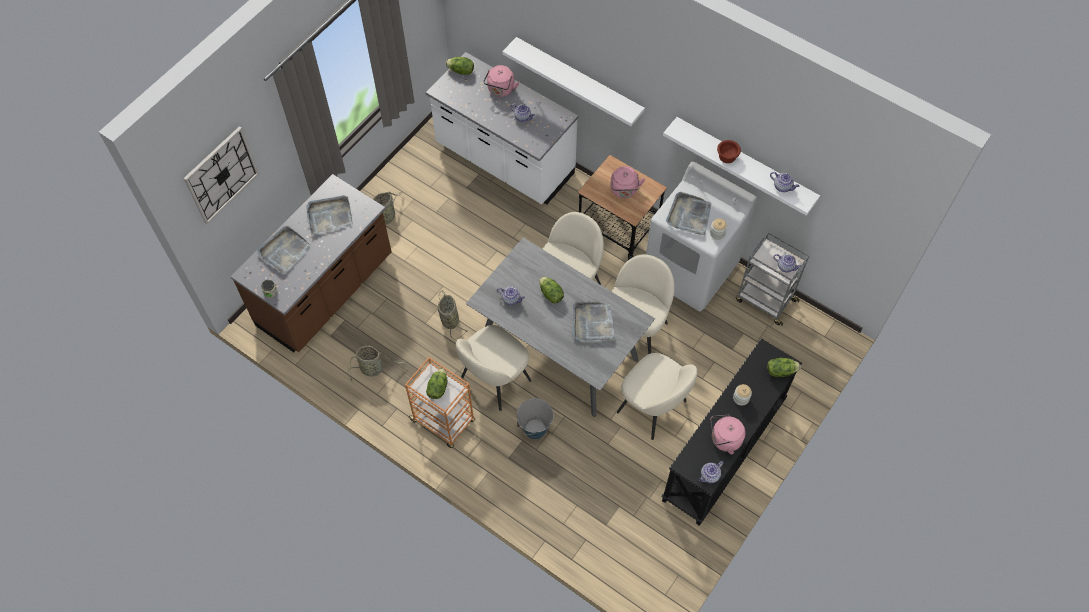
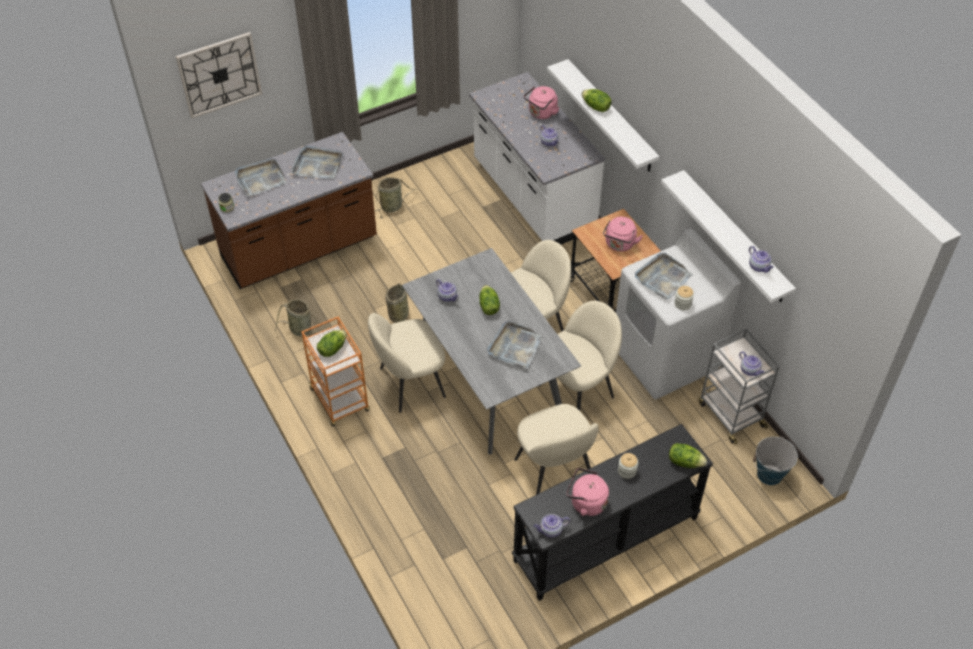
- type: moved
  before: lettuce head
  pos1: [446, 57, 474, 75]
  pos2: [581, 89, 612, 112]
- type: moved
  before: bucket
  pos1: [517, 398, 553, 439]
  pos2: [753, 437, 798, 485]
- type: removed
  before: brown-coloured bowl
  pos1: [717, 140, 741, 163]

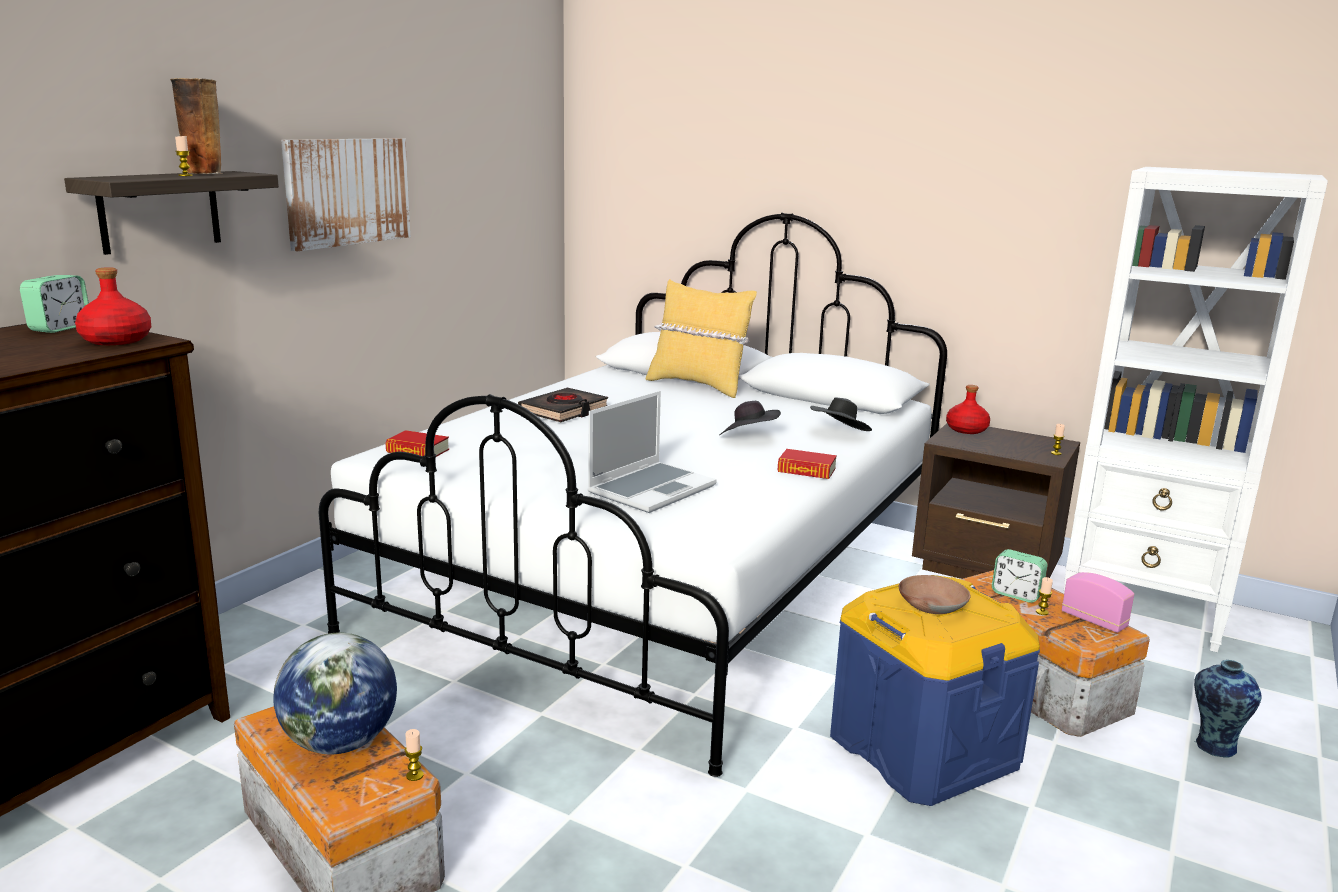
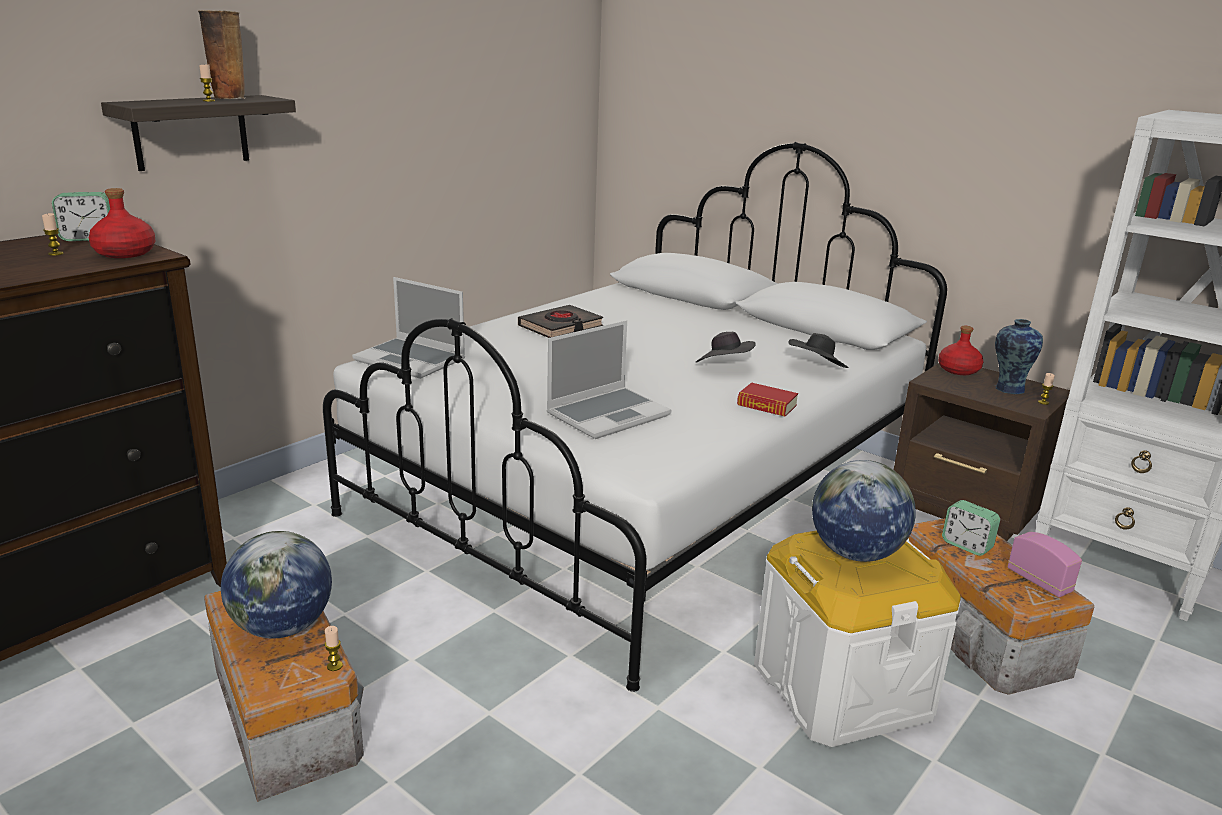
- type: moved
  before: candle
  pos1: [1036, 577, 1053, 615]
  pos2: [42, 213, 64, 256]
- type: turned
  before: bedside clock
  pos1: [20, 275, 89, 333]
  pos2: [52, 192, 110, 241]
  turn: 45
- type: replaced
  before: book
  after: portable computer
  pos1: [385, 430, 449, 457]
  pos2: [352, 277, 465, 379]
- type: recoloured
  before: blue-coloured storage bin
  after: white-coloured storage bin
  pos1: [830, 575, 1040, 806]
  pos2: [754, 530, 961, 747]
- type: replaced
  before: brown-coloured bowl
  after: globe
  pos1: [899, 575, 970, 614]
  pos2: [812, 460, 916, 562]
- type: moved
  before: vase
  pos1: [1194, 660, 1262, 758]
  pos2: [995, 319, 1043, 394]
- type: removed
  before: picture
  pos1: [281, 138, 410, 251]
- type: removed
  before: yellow-coloured pillow
  pos1: [646, 279, 757, 398]

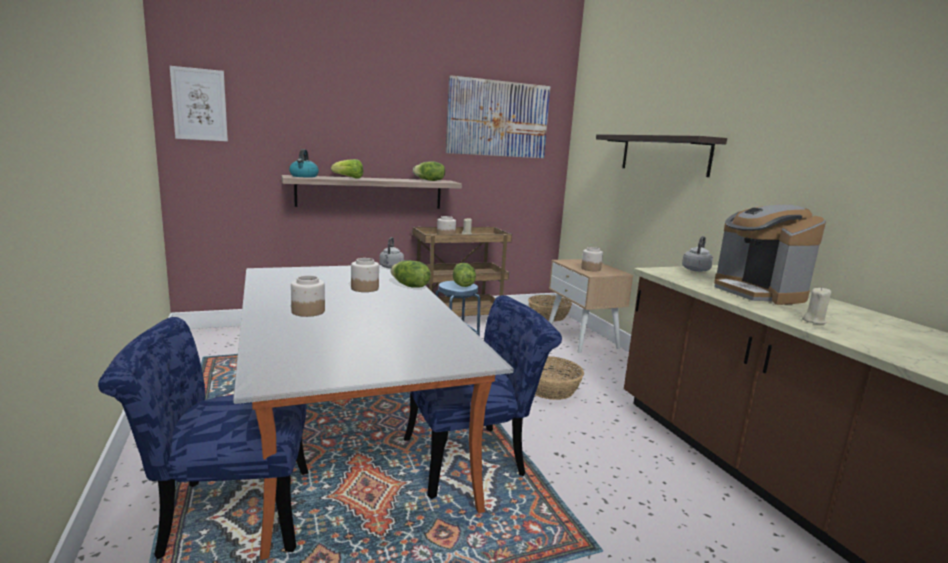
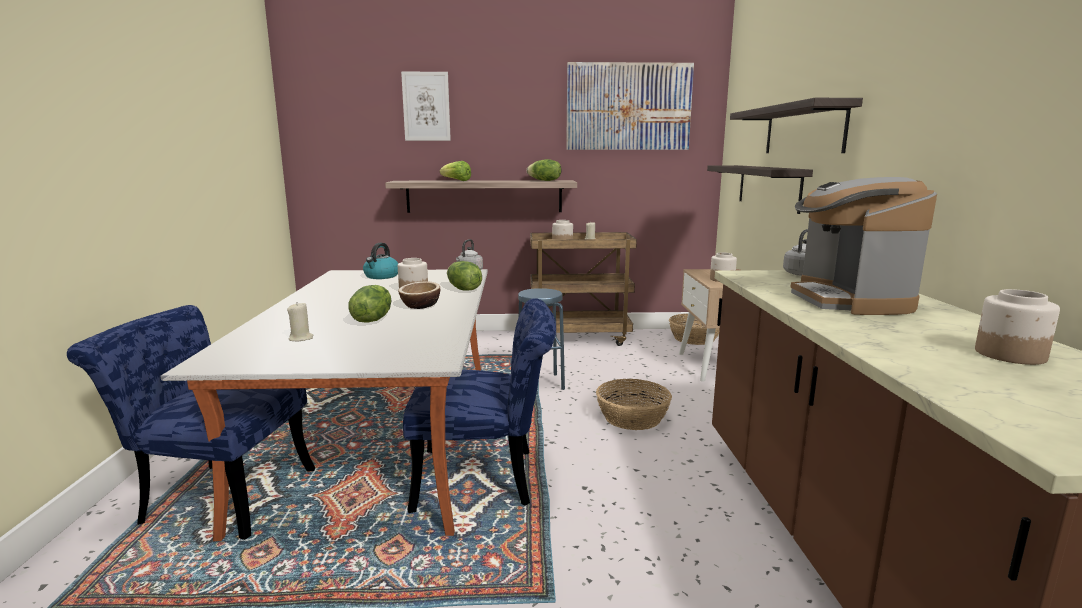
- type: moved
  before: sand-coloured candle
  pos1: [802, 287, 831, 324]
  pos2: [287, 303, 313, 341]
- type: moved
  before: lettuce head
  pos1: [453, 263, 476, 287]
  pos2: [348, 285, 391, 322]
- type: moved
  before: tea kettle
  pos1: [289, 149, 319, 177]
  pos2: [363, 243, 398, 279]
- type: added
  after: bowl
  pos2: [398, 281, 440, 309]
- type: moved
  before: picture
  pos1: [170, 66, 228, 141]
  pos2: [401, 72, 451, 141]
- type: added
  after: shelf
  pos2: [707, 165, 813, 214]
- type: moved
  before: jar
  pos1: [291, 275, 325, 317]
  pos2: [975, 289, 1060, 365]

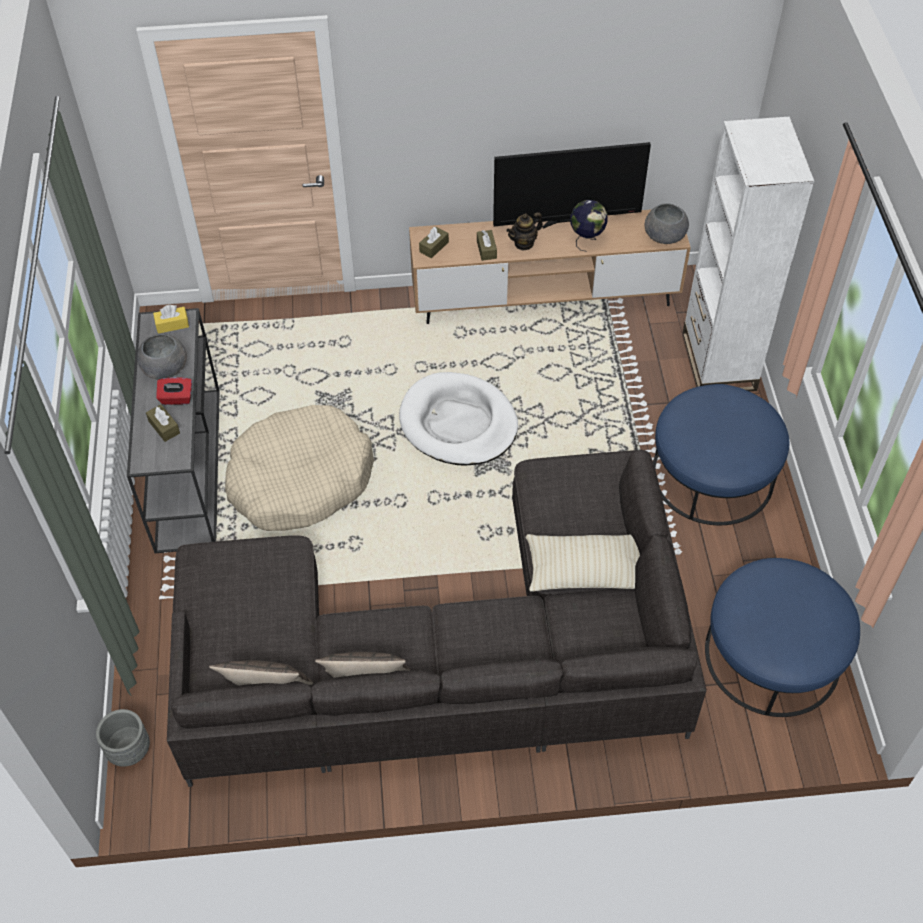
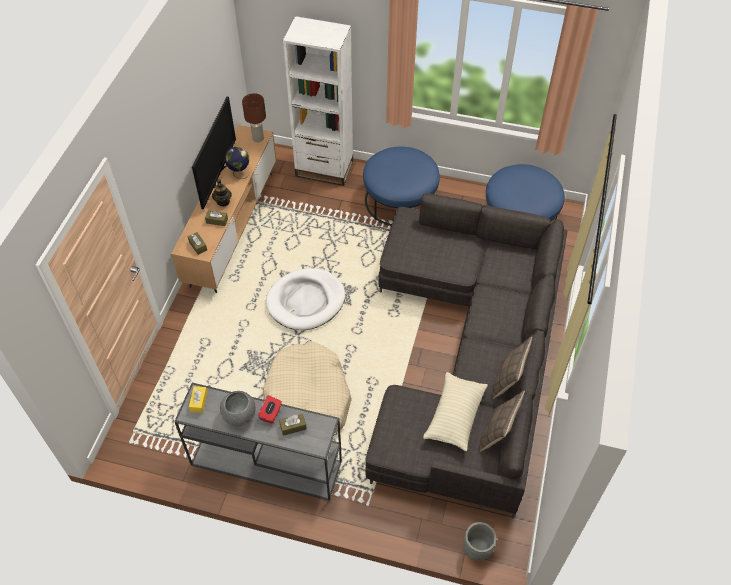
- type: replaced
  before: greyish bowl
  after: brown-coloured tabletop lamp
  pos1: [645, 203, 689, 244]
  pos2: [242, 93, 266, 142]
- type: moved
  before: sand-coloured pillow
  pos1: [525, 534, 640, 591]
  pos2: [423, 372, 488, 451]

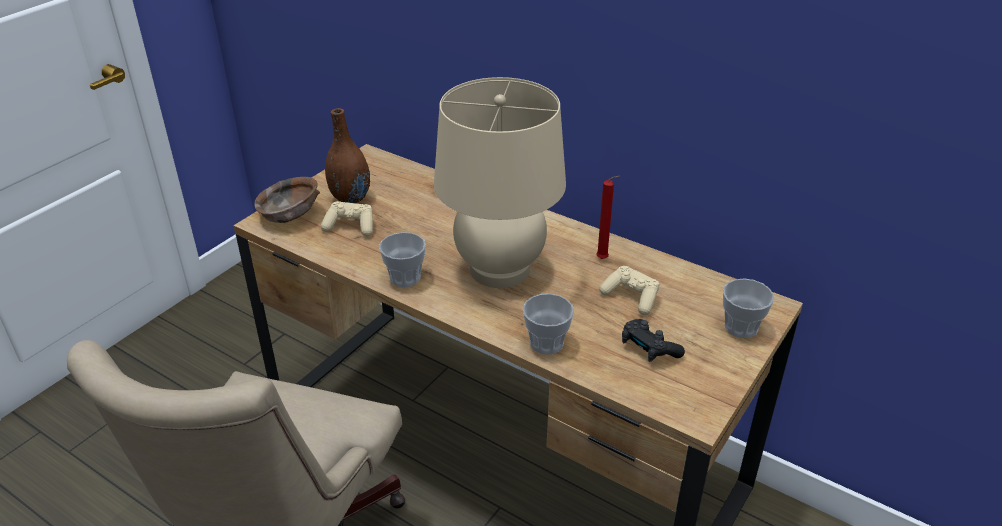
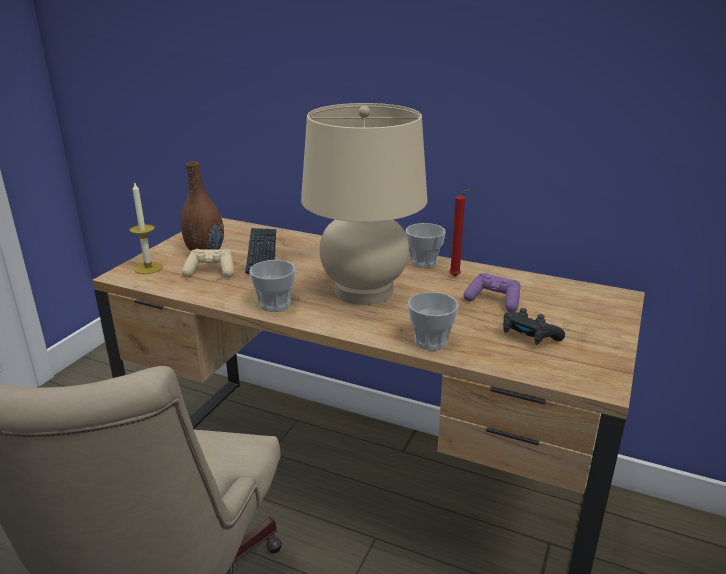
- type: replaced
  before: brown-coloured bowl
  after: candle
  pos1: [254, 177, 320, 223]
  pos2: [130, 181, 163, 274]
- type: added
  after: computer keyboard
  pos2: [245, 228, 276, 274]
- type: moved
  before: cup
  pos1: [723, 278, 774, 338]
  pos2: [406, 223, 446, 268]
- type: recoloured
  before: sand-coloured gamepad
  after: purple-coloured gamepad
  pos1: [599, 266, 660, 315]
  pos2: [463, 273, 521, 312]

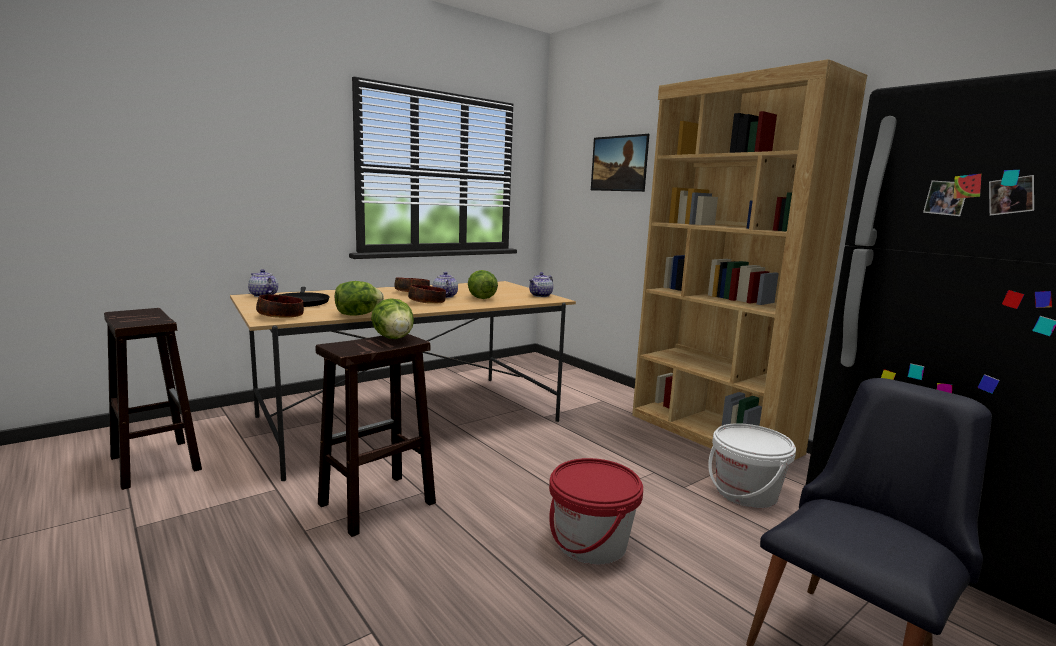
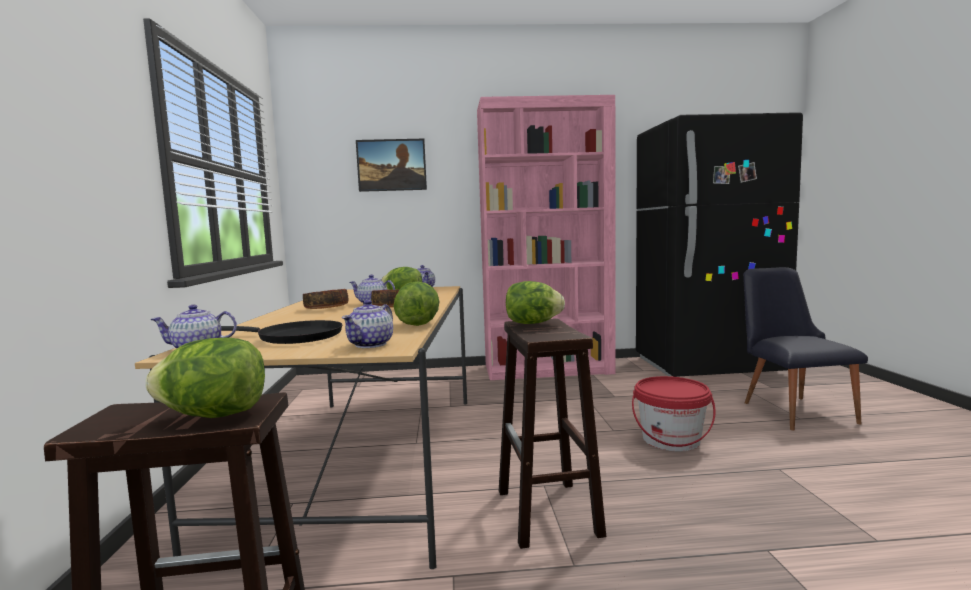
- type: added
  after: lettuce head
  pos2: [145, 337, 265, 418]
- type: replaced
  before: bowl
  after: pot for tea
  pos1: [256, 294, 304, 318]
  pos2: [342, 300, 393, 348]
- type: recoloured
  before: brown-coloured shelving unit
  after: pink-coloured shelving unit
  pos1: [632, 59, 867, 460]
  pos2: [477, 95, 616, 380]
- type: removed
  before: white-coloured bucket
  pos1: [708, 423, 796, 508]

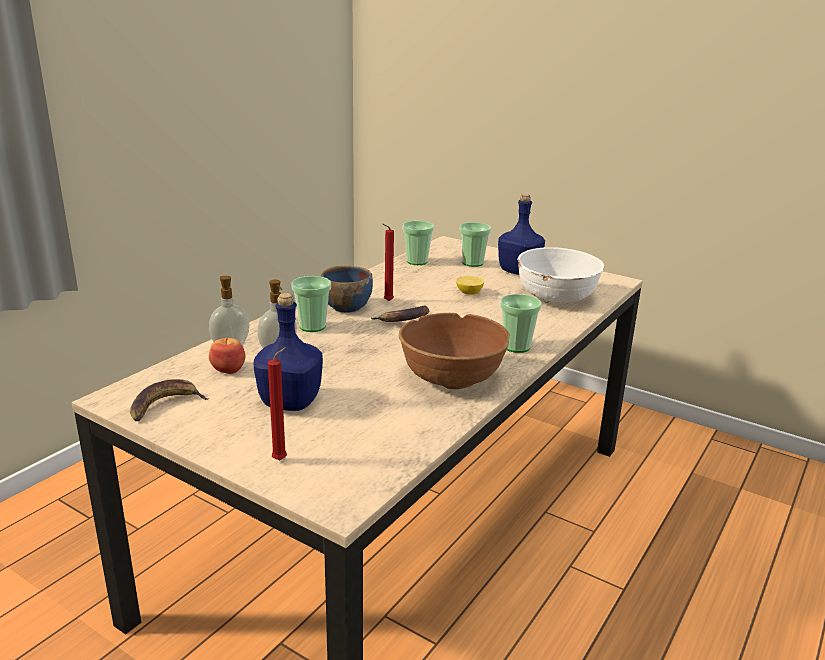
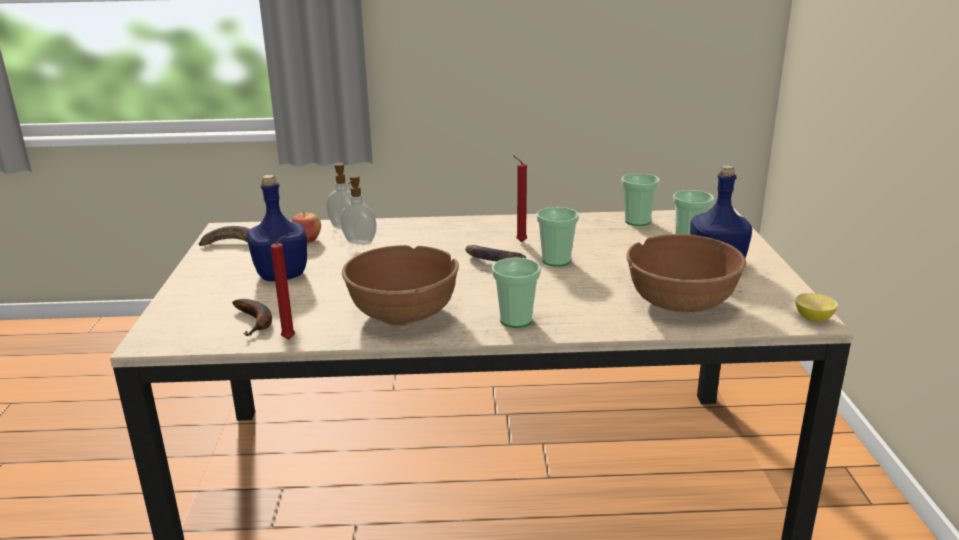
- type: added
  after: banana fruit
  pos2: [232, 299, 272, 336]
- type: moved
  before: reddish candle
  pos1: [268, 347, 287, 460]
  pos2: [271, 236, 295, 339]
- type: moved
  before: cup
  pos1: [291, 276, 331, 332]
  pos2: [537, 207, 579, 267]
- type: recoloured
  before: white-coloured bowl
  after: brown-coloured bowl
  pos1: [517, 247, 604, 303]
  pos2: [626, 234, 746, 312]
- type: moved
  before: whole lemon
  pos1: [456, 276, 484, 295]
  pos2: [795, 293, 838, 322]
- type: removed
  before: blue-coloured bowl
  pos1: [321, 266, 373, 313]

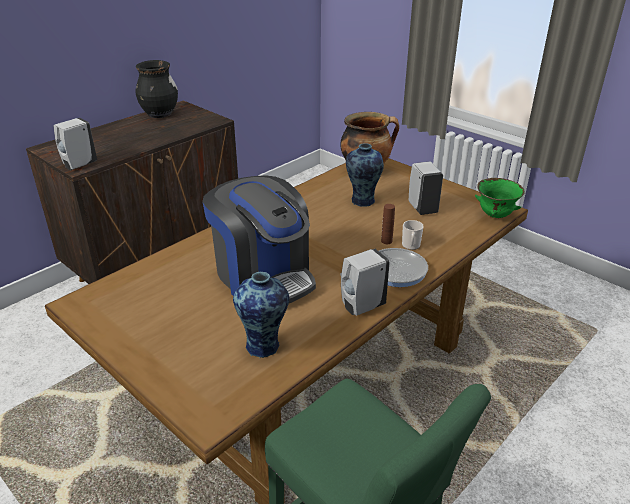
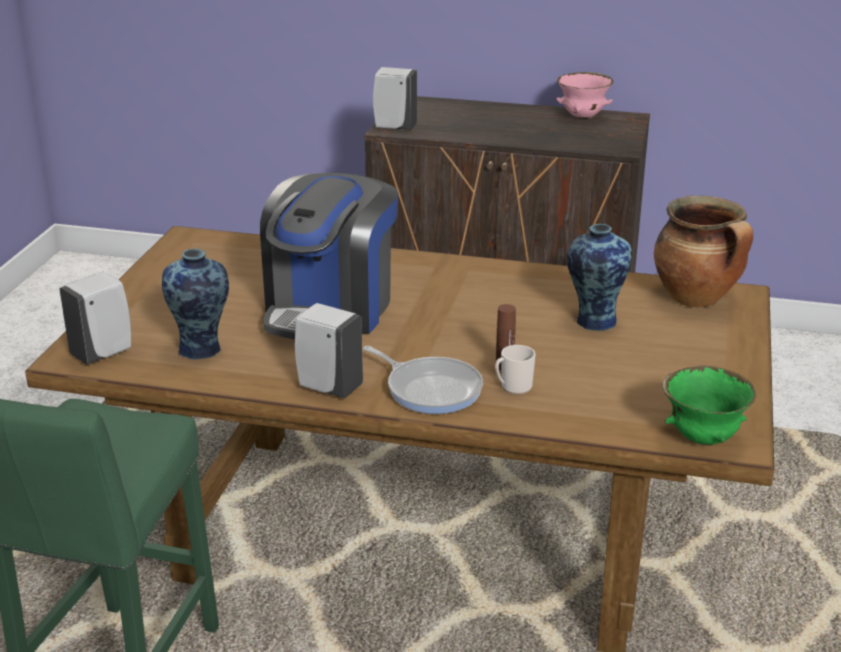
- type: moved
  before: white-coloured soap bottle
  pos1: [409, 162, 443, 215]
  pos2: [59, 272, 131, 365]
- type: replaced
  before: black vase
  after: pink-coloured bowl
  pos1: [135, 60, 178, 118]
  pos2: [556, 72, 613, 119]

